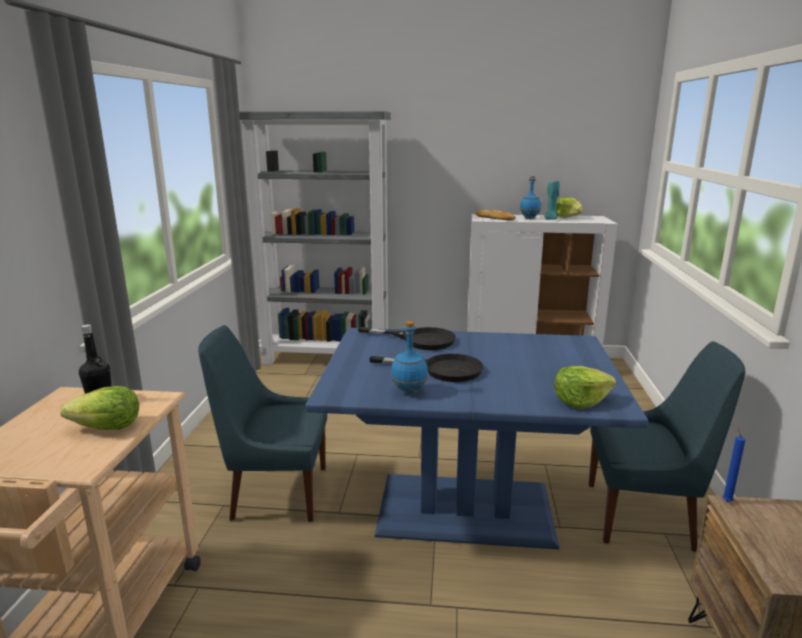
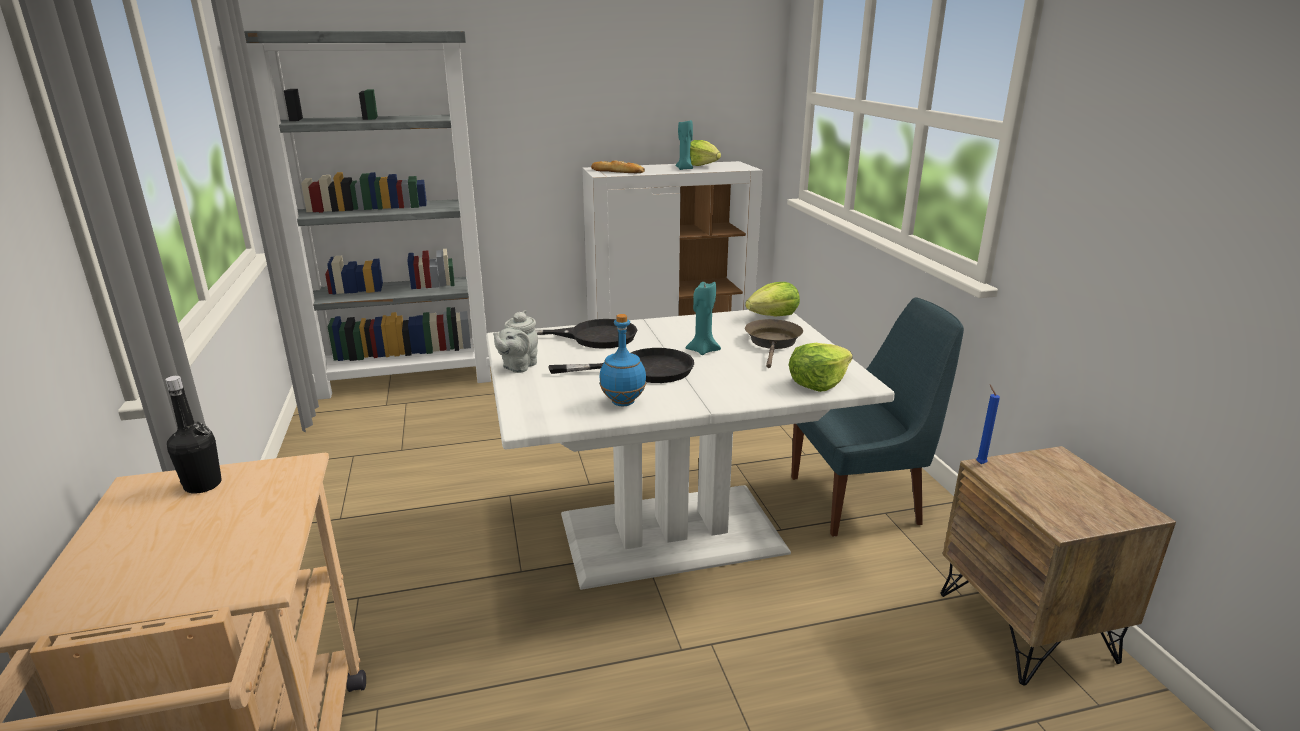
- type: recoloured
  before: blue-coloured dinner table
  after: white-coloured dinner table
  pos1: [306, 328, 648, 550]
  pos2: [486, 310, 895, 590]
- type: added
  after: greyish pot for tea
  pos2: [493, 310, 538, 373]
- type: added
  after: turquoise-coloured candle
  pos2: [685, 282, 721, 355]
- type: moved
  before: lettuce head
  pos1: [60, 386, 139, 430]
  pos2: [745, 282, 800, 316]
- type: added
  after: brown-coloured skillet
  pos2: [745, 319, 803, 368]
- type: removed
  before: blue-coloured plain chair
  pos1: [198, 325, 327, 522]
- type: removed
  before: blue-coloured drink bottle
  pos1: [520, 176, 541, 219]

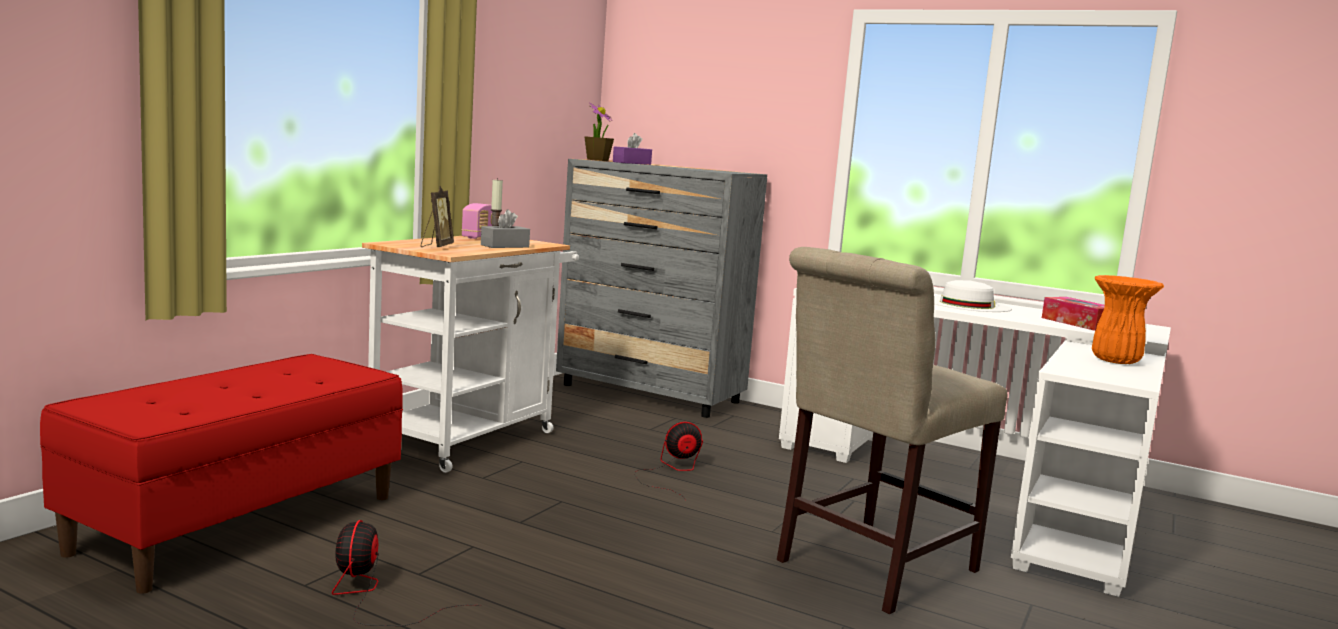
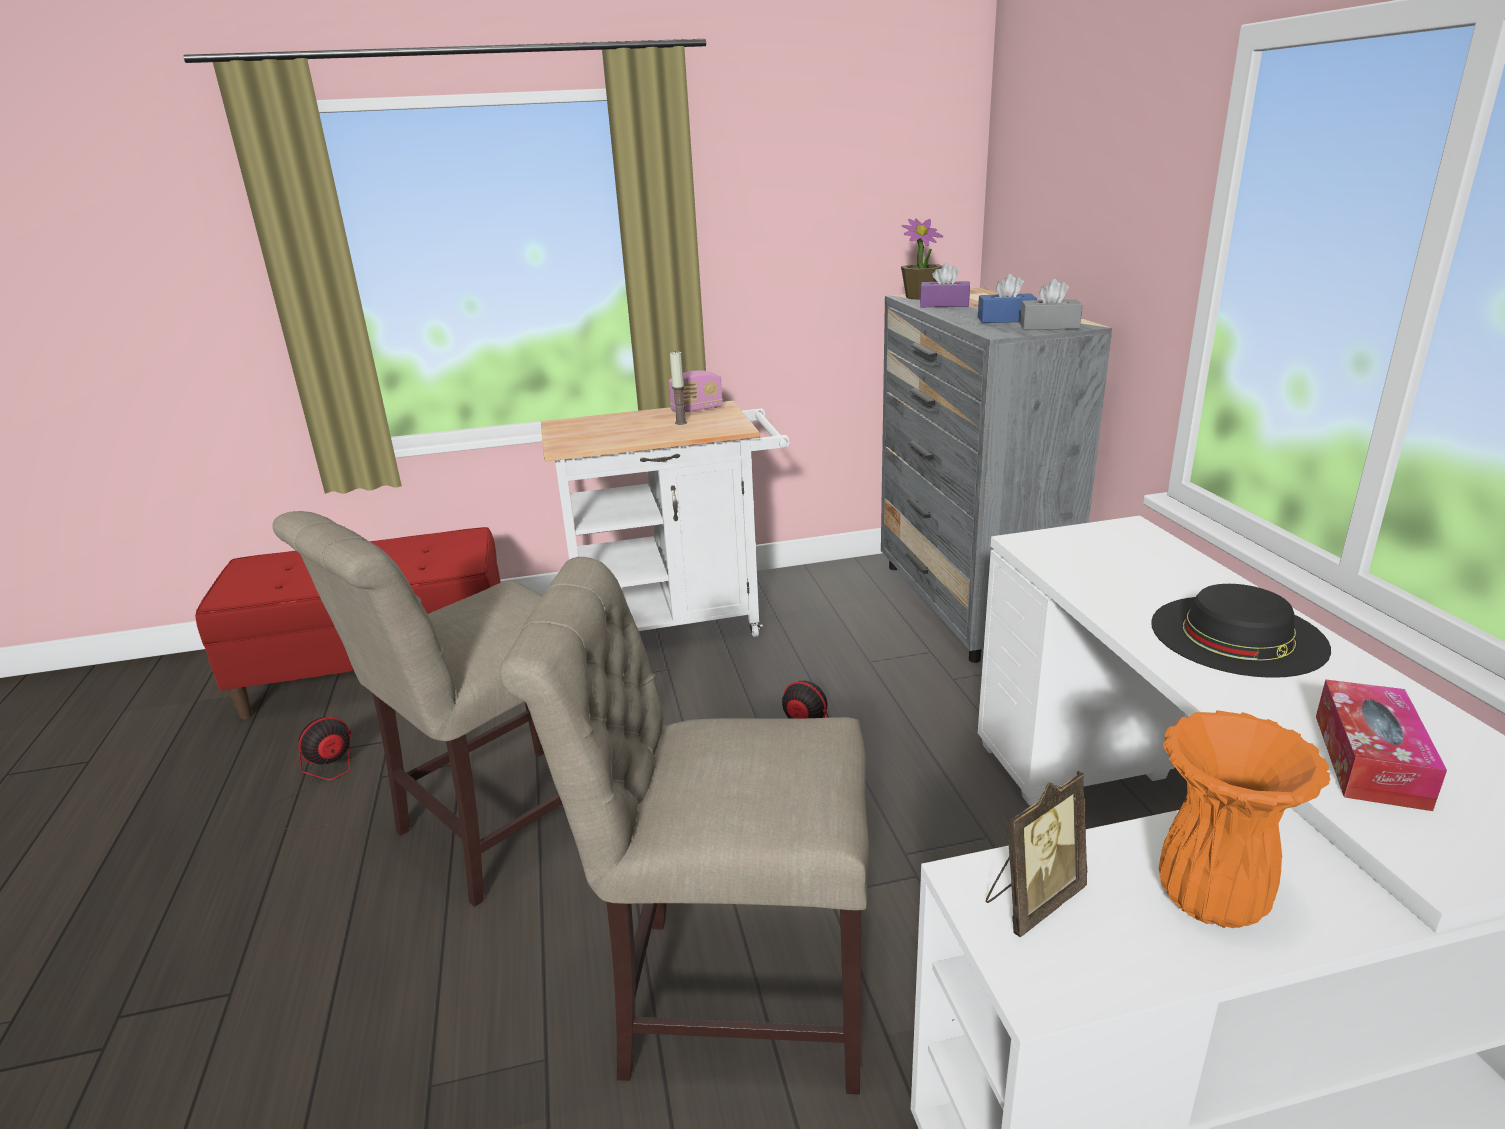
- type: added
  after: sand-coloured plain chair
  pos2: [272, 511, 562, 907]
- type: added
  after: blue-coloured tissue holder
  pos2: [978, 274, 1037, 323]
- type: moved
  before: picture frame
  pos1: [421, 186, 454, 247]
  pos2: [986, 771, 1087, 937]
- type: moved
  before: greyish tissue holder
  pos1: [481, 209, 530, 248]
  pos2: [1020, 279, 1082, 330]
- type: recoloured
  before: white-coloured wearable hat
  after: black wearable hat
  pos1: [934, 280, 1012, 312]
  pos2: [1151, 584, 1331, 678]

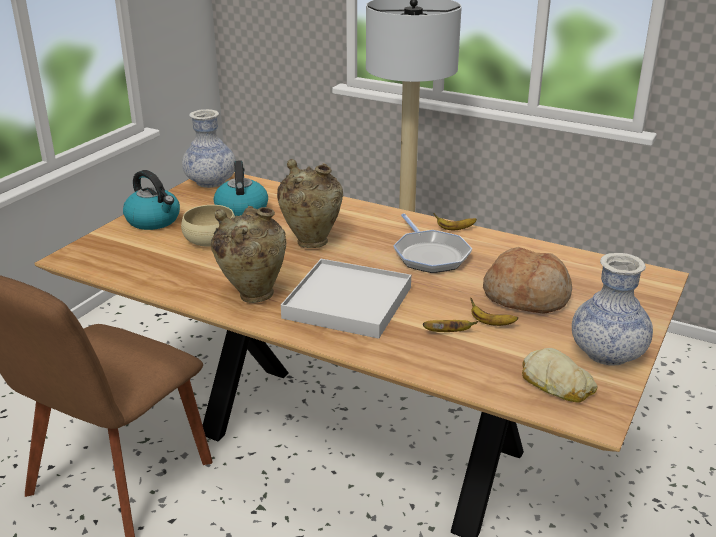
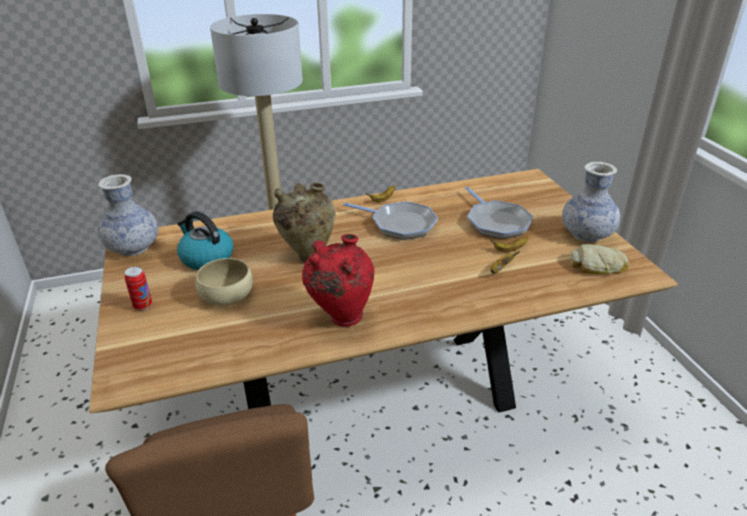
- type: replaced
  before: tea kettle
  after: can
  pos1: [123, 170, 180, 230]
  pos2: [124, 266, 152, 311]
- type: recoloured
  before: sand-coloured vase
  after: reddish vase
  pos1: [211, 206, 286, 303]
  pos2: [302, 234, 375, 327]
- type: replaced
  before: baked bread
  after: skillet
  pos1: [483, 247, 572, 314]
  pos2: [465, 187, 533, 239]
- type: removed
  before: white-coloured serving tray
  pos1: [281, 259, 411, 339]

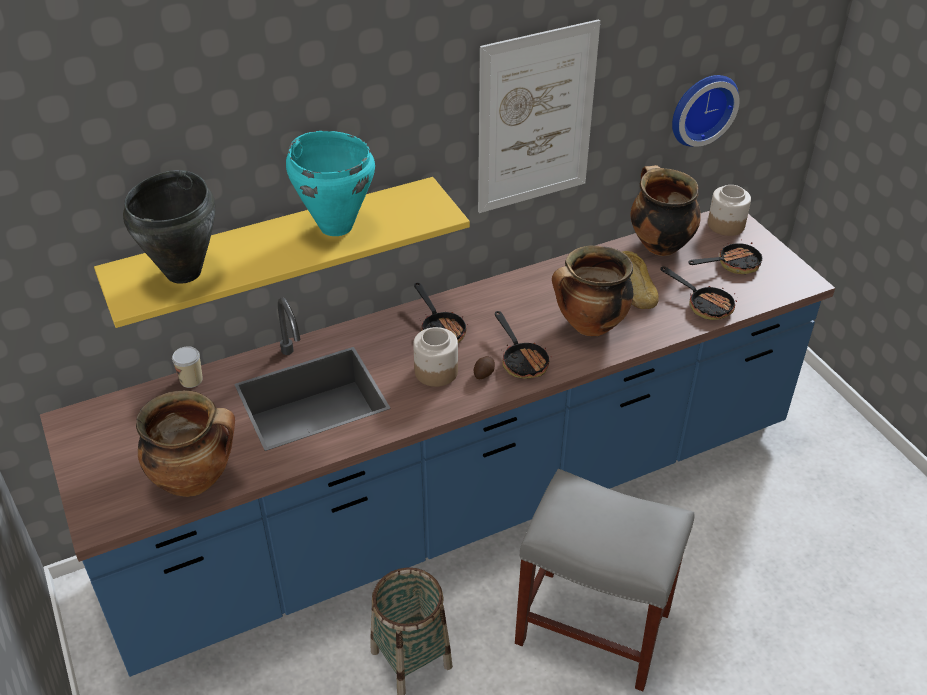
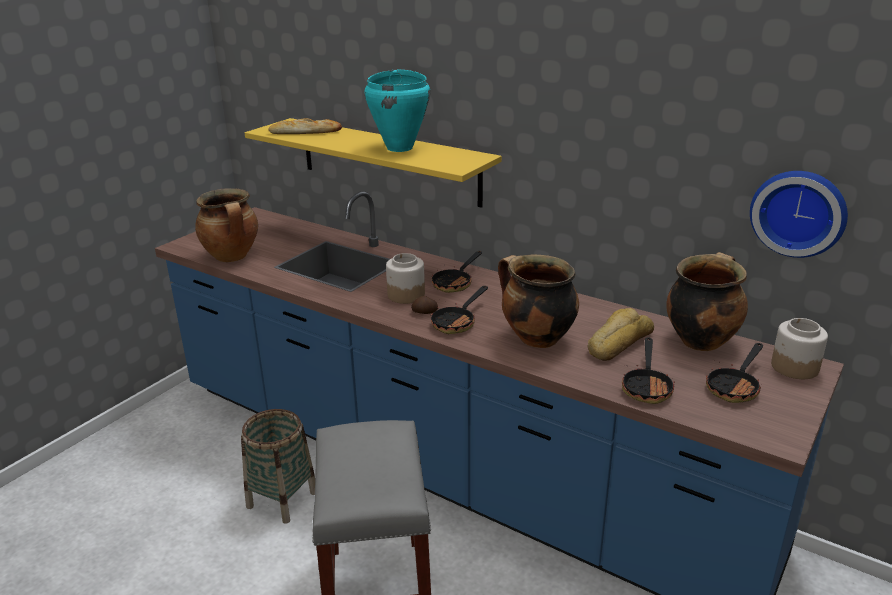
- type: replaced
  before: black cooking pot
  after: baked bread
  pos1: [123, 170, 216, 284]
  pos2: [268, 118, 342, 134]
- type: turned
  before: skillet
  pos1: [688, 242, 762, 274]
  pos2: [706, 343, 763, 403]
  turn: 90
- type: removed
  before: cup
  pos1: [172, 346, 203, 388]
- type: removed
  before: picture
  pos1: [478, 19, 600, 213]

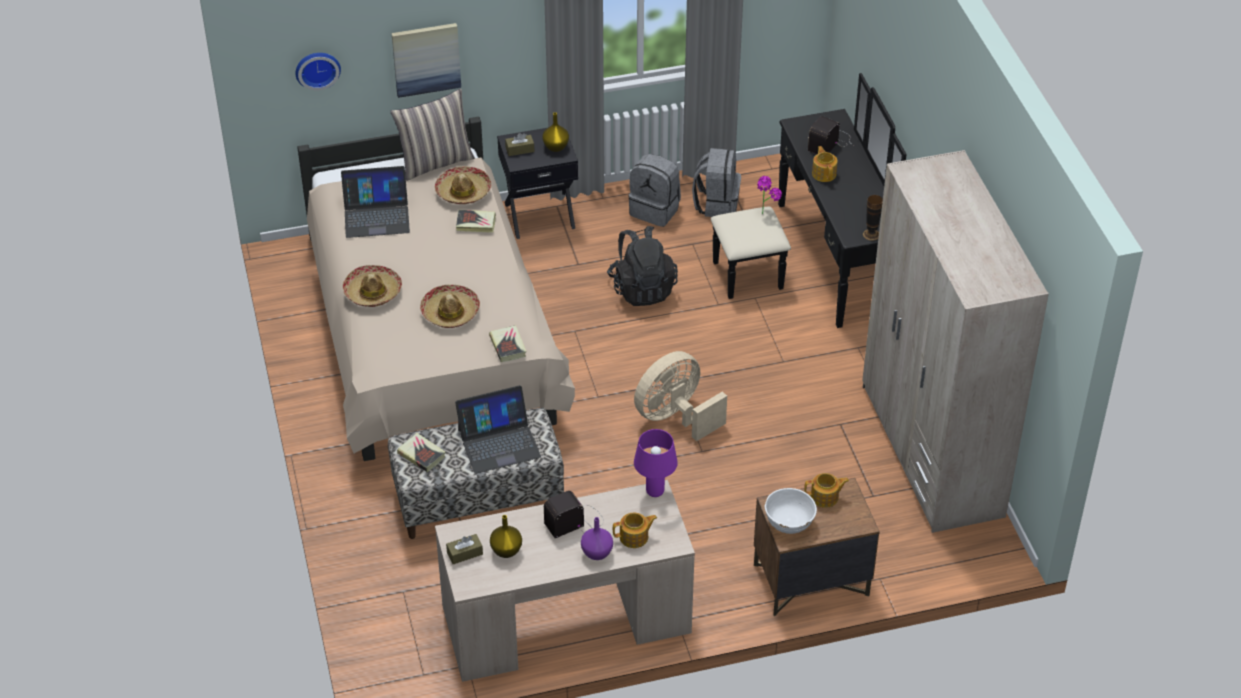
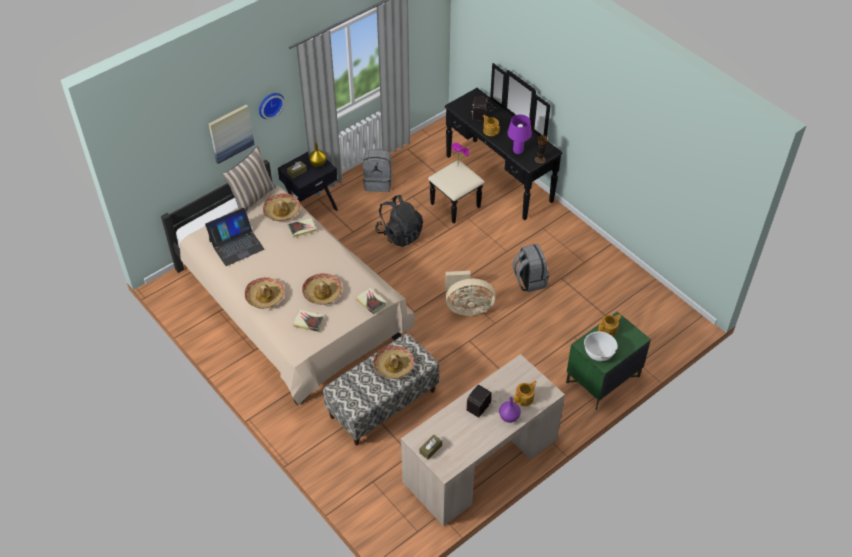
- type: moved
  before: hanging clock
  pos1: [295, 53, 341, 91]
  pos2: [259, 93, 285, 119]
- type: moved
  before: book
  pos1: [397, 433, 446, 472]
  pos2: [293, 310, 324, 332]
- type: replaced
  before: portable computer
  after: wearable hat
  pos1: [455, 385, 541, 474]
  pos2: [373, 346, 414, 379]
- type: turned
  before: sand-coloured fan
  pos1: [634, 351, 727, 441]
  pos2: [445, 271, 496, 316]
  turn: -120
- type: moved
  before: purple-coloured tabletop lamp
  pos1: [634, 429, 678, 497]
  pos2: [507, 114, 532, 154]
- type: moved
  before: greyish rucksack
  pos1: [692, 148, 741, 217]
  pos2: [513, 244, 549, 292]
- type: recoloured
  before: brown-coloured night table
  after: greenish night table
  pos1: [754, 478, 880, 616]
  pos2: [566, 311, 651, 410]
- type: removed
  before: yellow-coloured vase
  pos1: [490, 515, 522, 558]
- type: removed
  before: sand-coloured clothes cupboard
  pos1: [862, 150, 1049, 533]

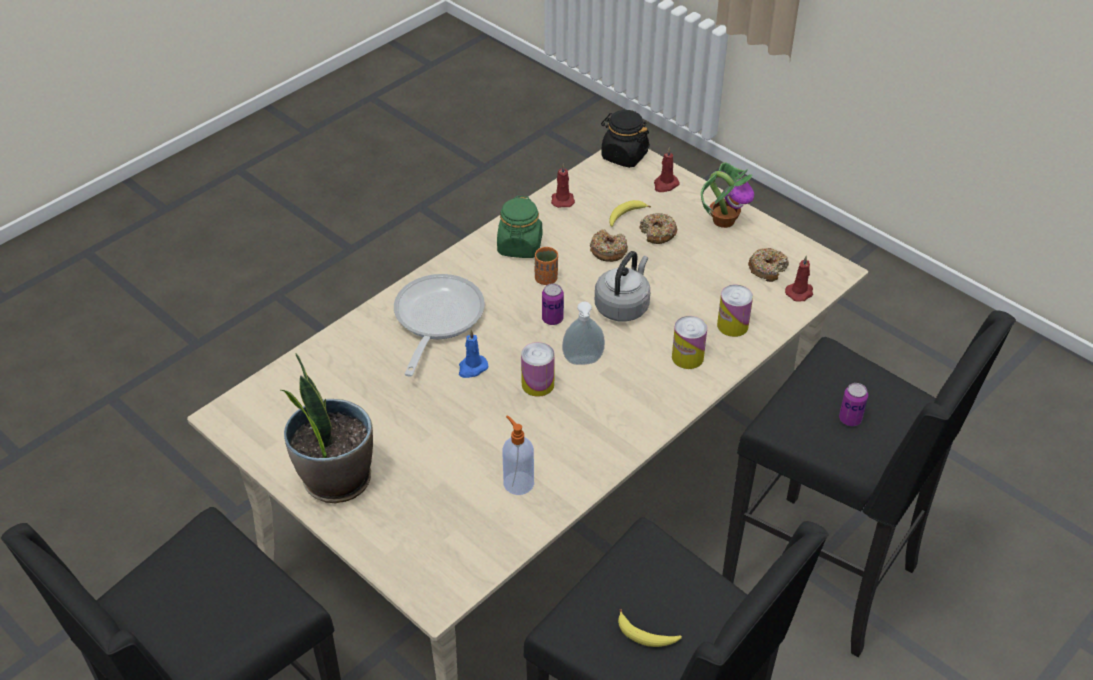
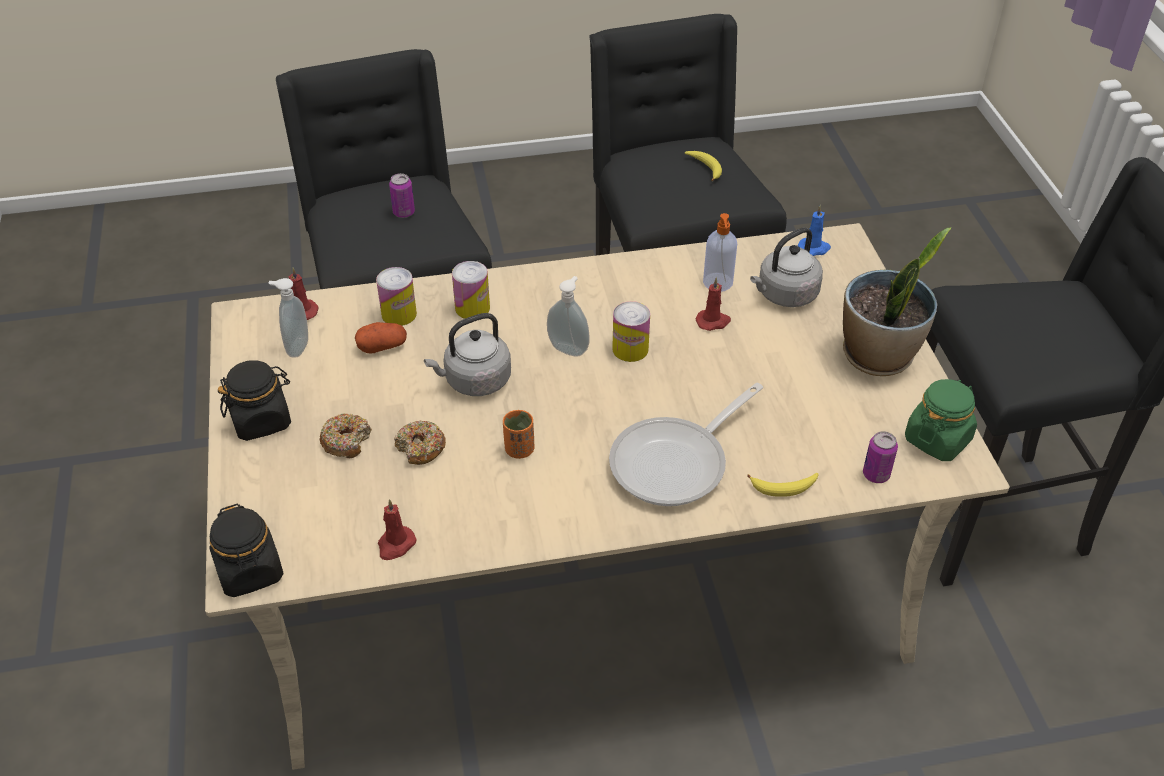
- type: replaced
  before: plant in a pot
  after: black jar
  pos1: [701, 162, 754, 228]
  pos2: [218, 360, 291, 441]
- type: replaced
  before: donut
  after: soap bottle
  pos1: [748, 248, 789, 282]
  pos2: [269, 278, 308, 358]
- type: added
  after: potato
  pos2: [355, 322, 407, 354]
- type: moved
  before: reddish candle
  pos1: [654, 147, 680, 192]
  pos2: [695, 277, 731, 331]
- type: moved
  before: banana fruit
  pos1: [609, 200, 651, 227]
  pos2: [747, 473, 819, 497]
- type: added
  after: greyish tea kettle
  pos2: [750, 227, 823, 307]
- type: moved
  before: blue-coloured candle
  pos1: [459, 330, 488, 378]
  pos2: [797, 204, 831, 256]
- type: moved
  before: can
  pos1: [542, 283, 564, 325]
  pos2: [863, 431, 898, 483]
- type: moved
  before: greenish jar
  pos1: [497, 196, 542, 258]
  pos2: [905, 379, 977, 461]

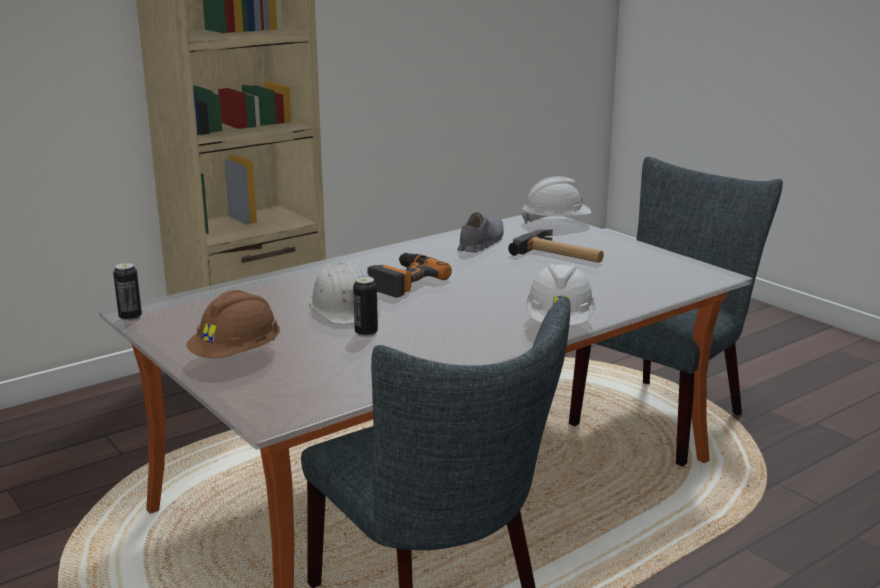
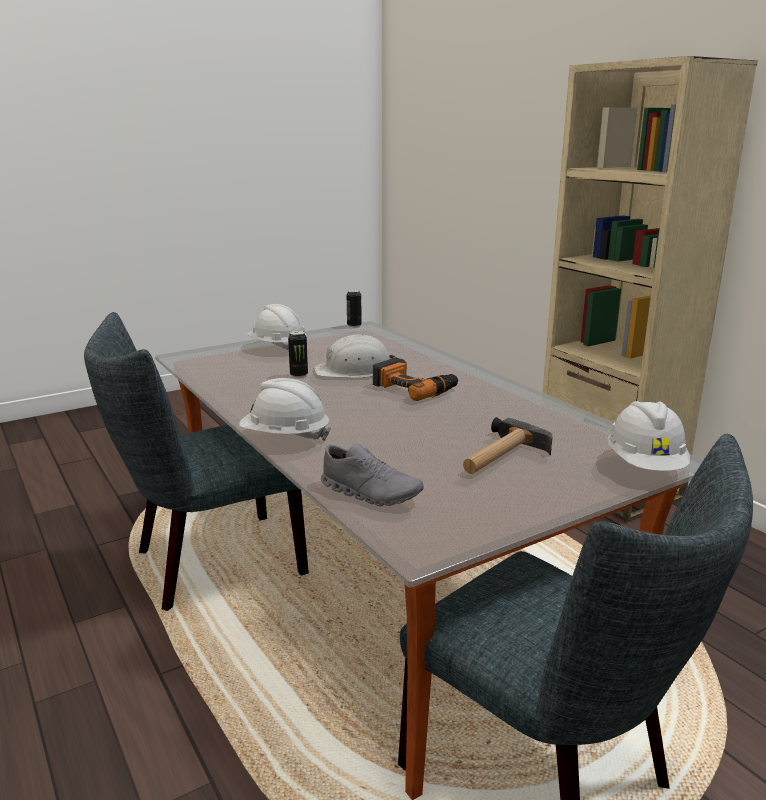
- type: recoloured
  before: brown-coloured work helmet
  after: white-coloured work helmet
  pos1: [186, 290, 280, 358]
  pos2: [247, 304, 306, 350]
- type: moved
  before: greyish shoe
  pos1: [457, 212, 503, 252]
  pos2: [321, 443, 424, 506]

